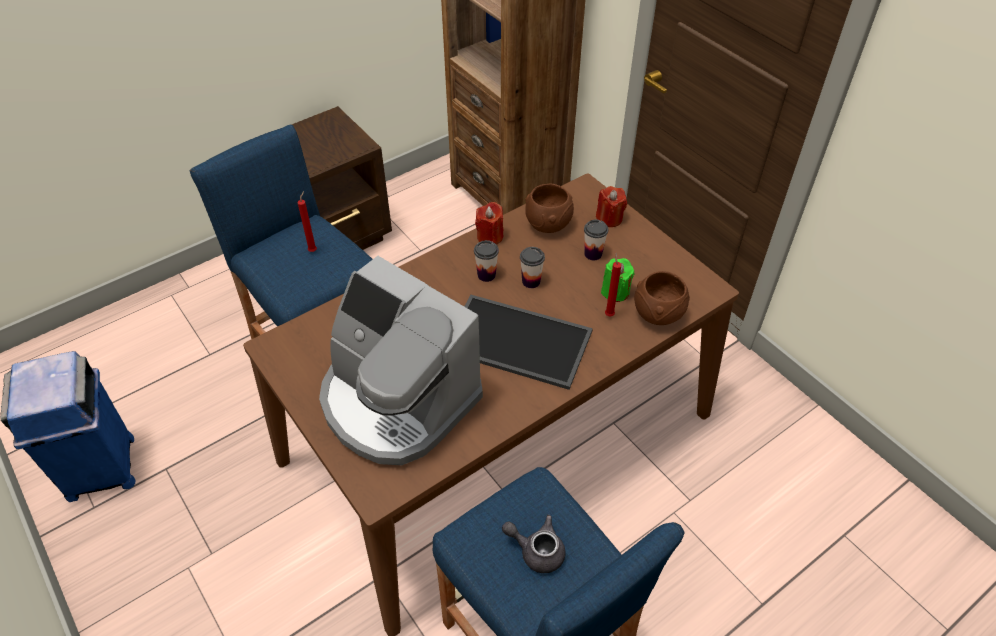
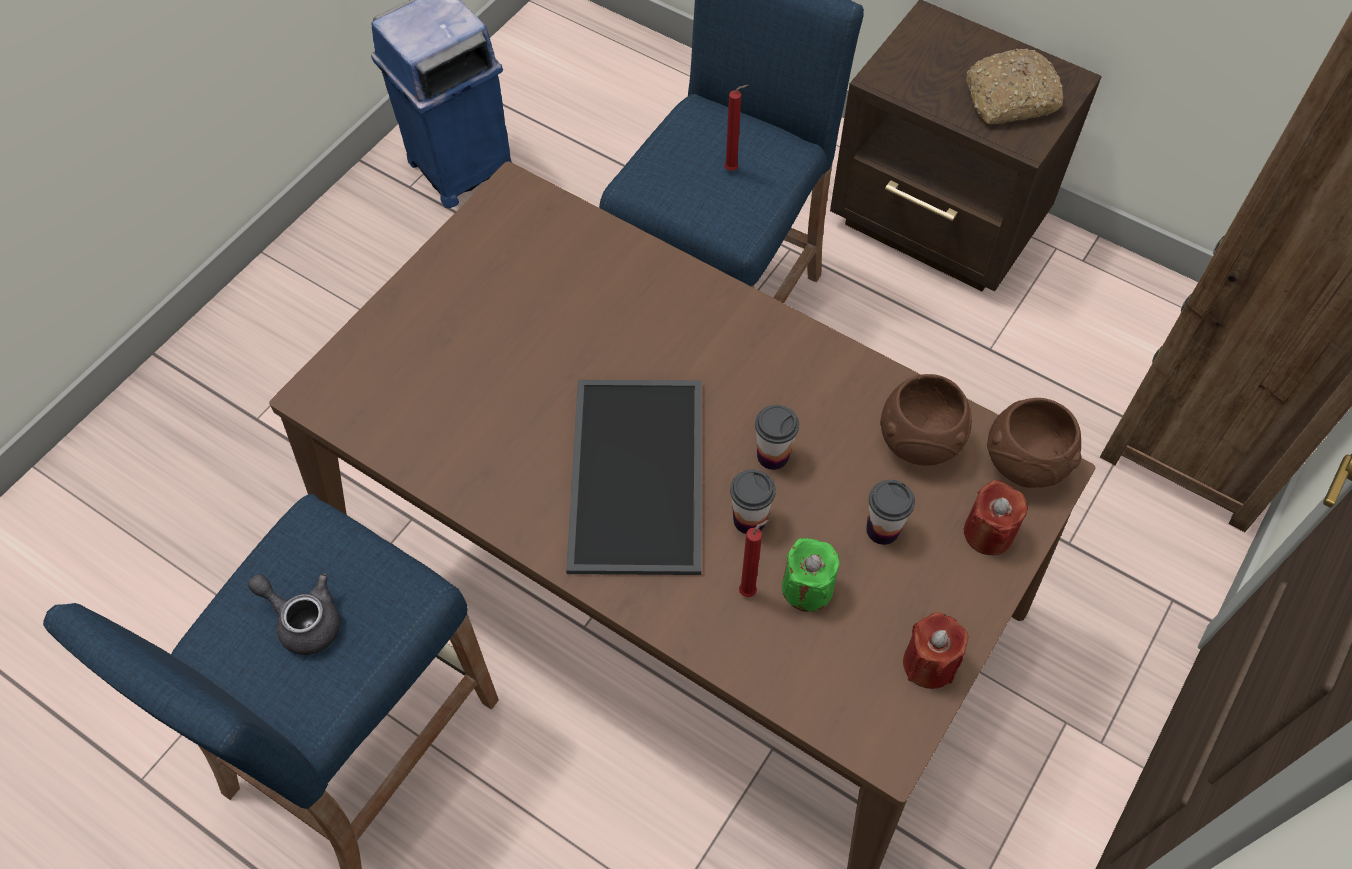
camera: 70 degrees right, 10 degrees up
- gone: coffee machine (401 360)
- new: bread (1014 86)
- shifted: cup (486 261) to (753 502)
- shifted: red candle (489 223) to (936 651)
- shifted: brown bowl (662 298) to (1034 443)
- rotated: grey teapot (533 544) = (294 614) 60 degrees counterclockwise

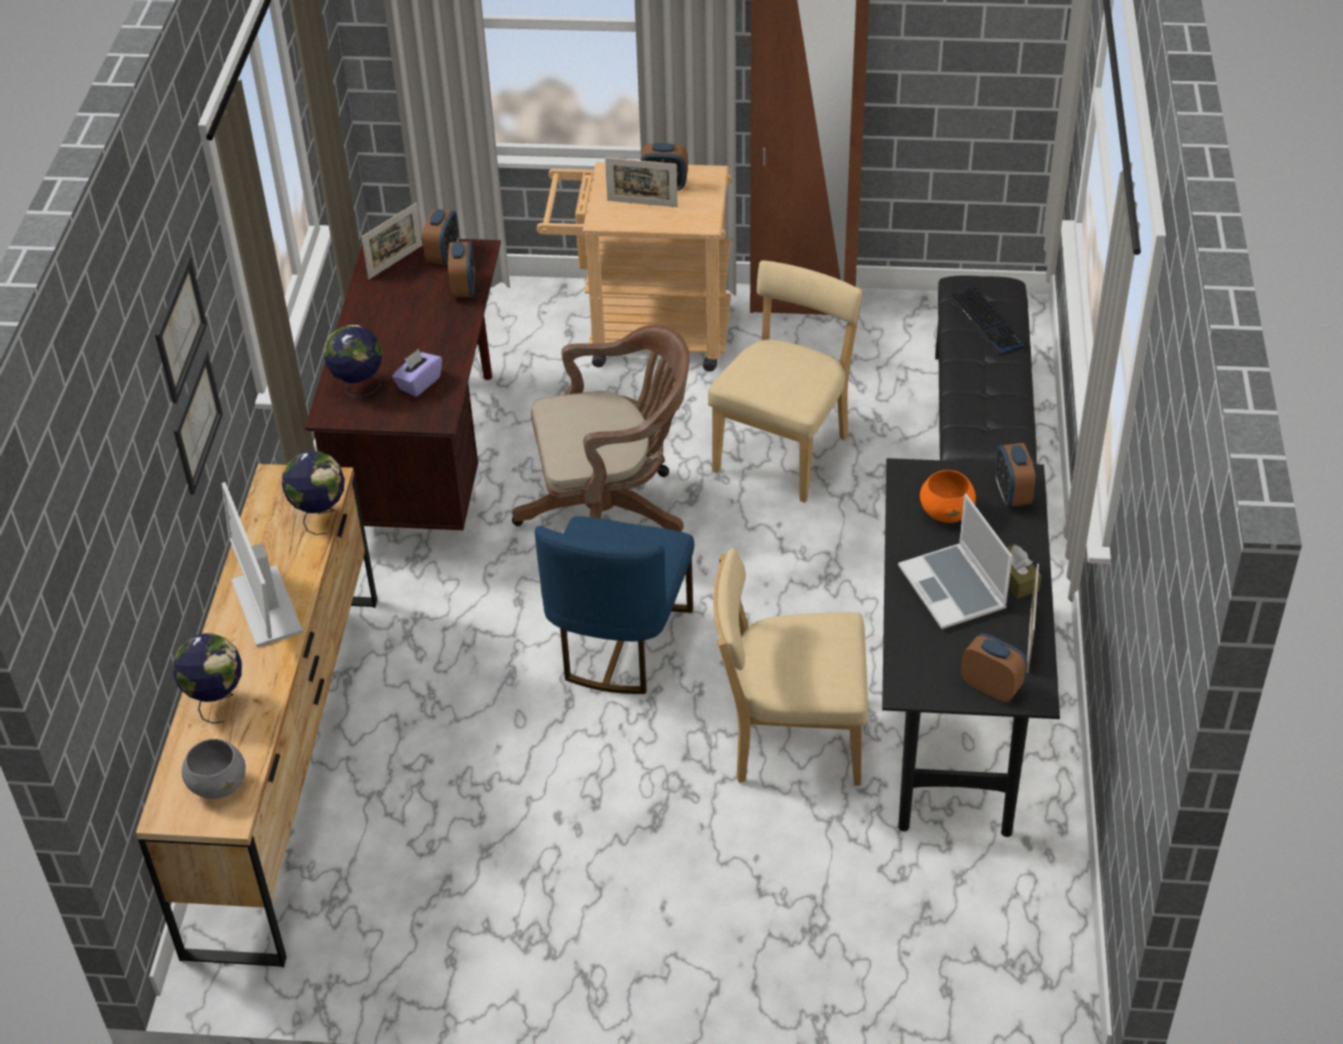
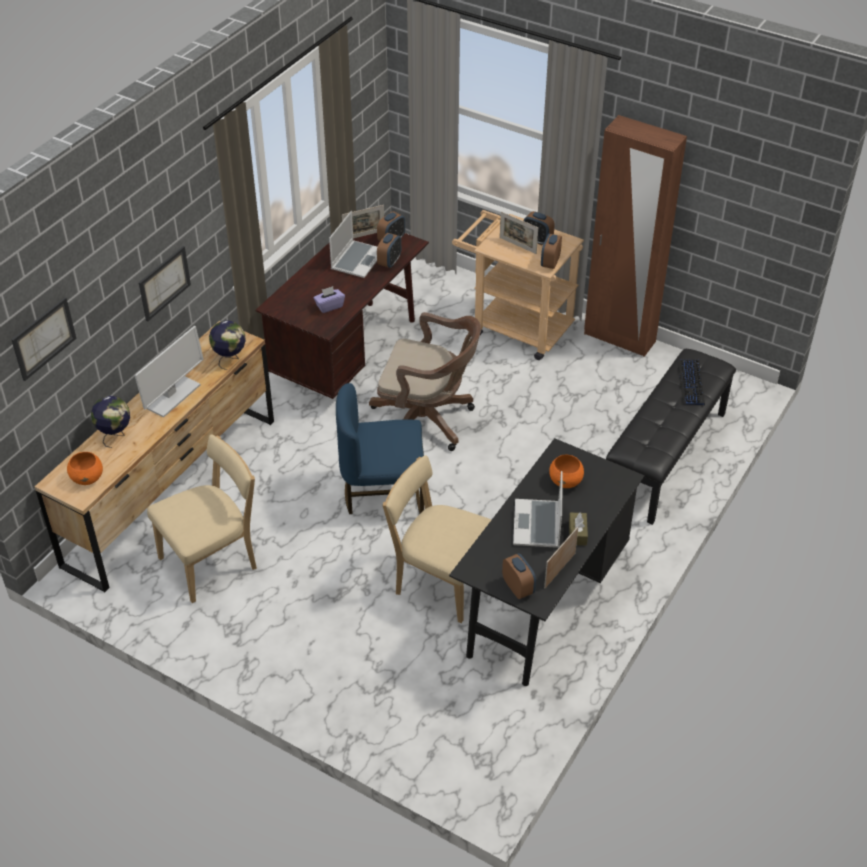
camera: 25 degrees right, 0 degrees up
- gone: globe (353 361)
- new: laptop (353 244)
- shifted: picture (181 330) to (44 339)
- shifted: beige chair (785 381) to (202 518)
- shifted: alarm clock (1015 475) to (551 251)
- repainted: grey bowl (214 769) to orange bowl (85 468)
- rotated: monitor (262 564) = (169 372) 150 degrees counterclockwise
- rotated: blue chair (614 605) = (380 448) 45 degrees clockwise

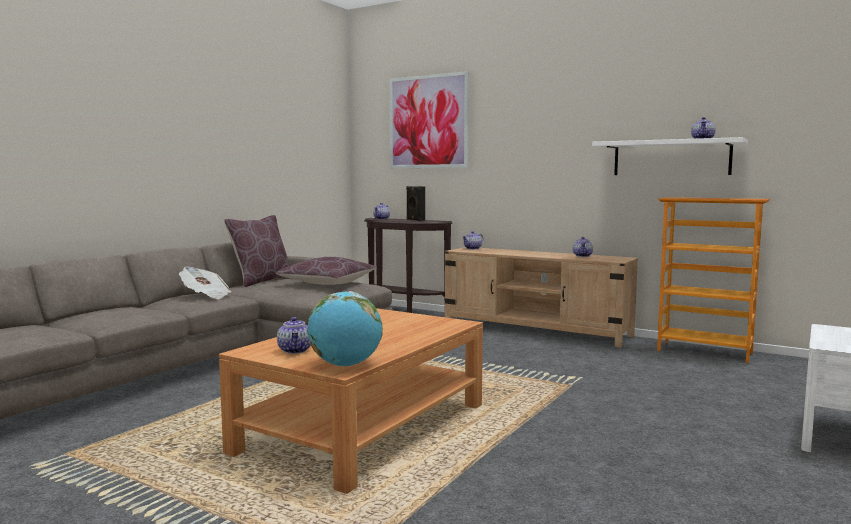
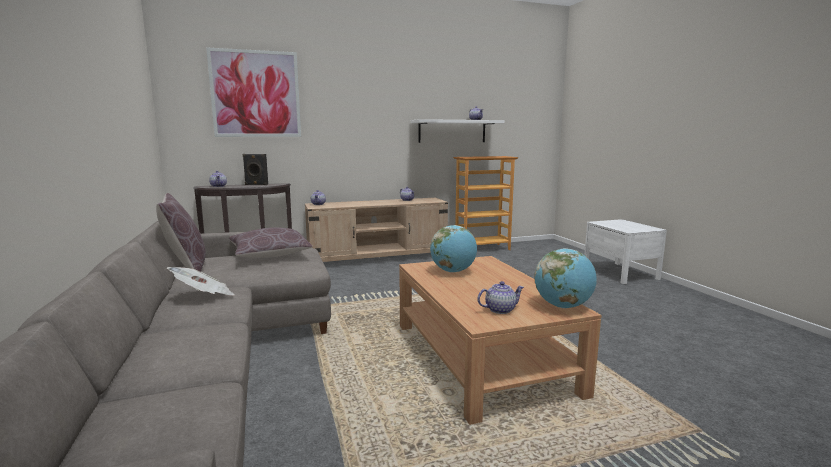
camera: 50 degrees left, 5 degrees up
- new: globe (453 249)
- rotated: teapot (294 335) = (500 297) 45 degrees counterclockwise

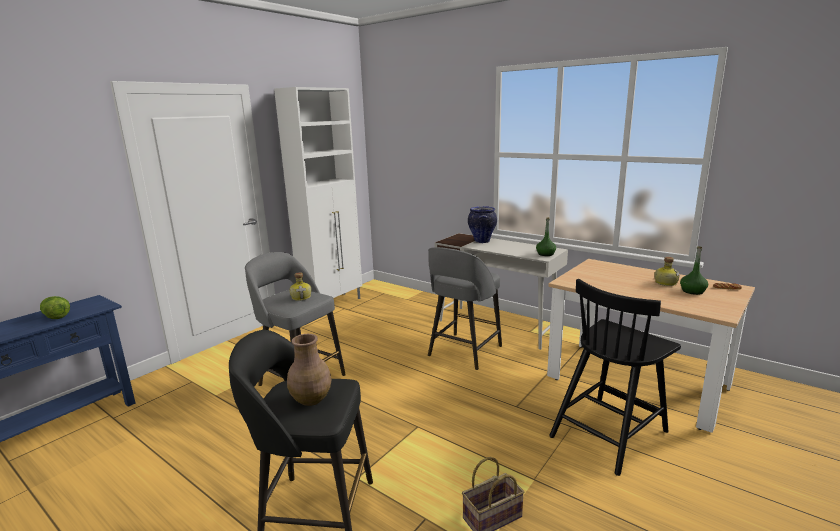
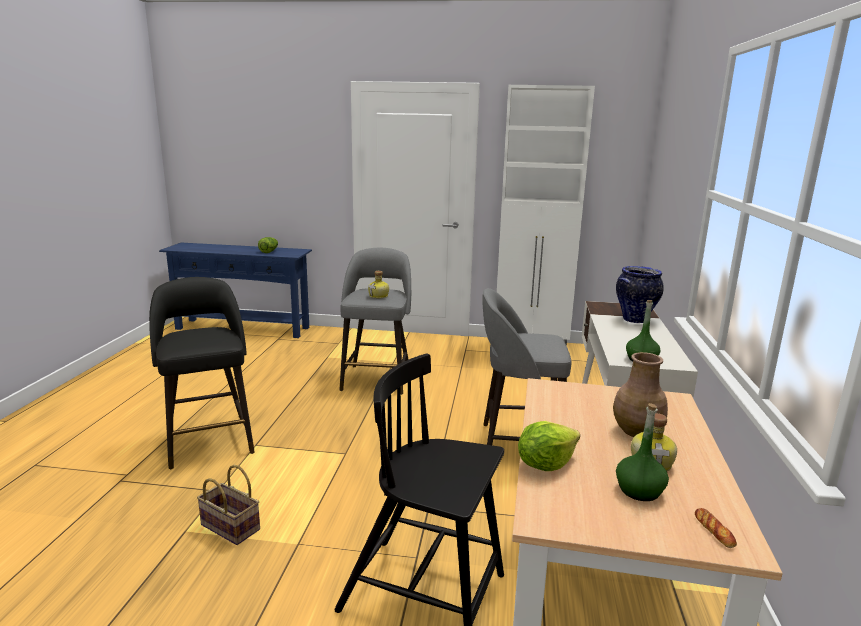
camera: 60 degrees right, 0 degrees up
- new: lettuce (549 446)
- shifted: brown vase (309 370) to (640 394)

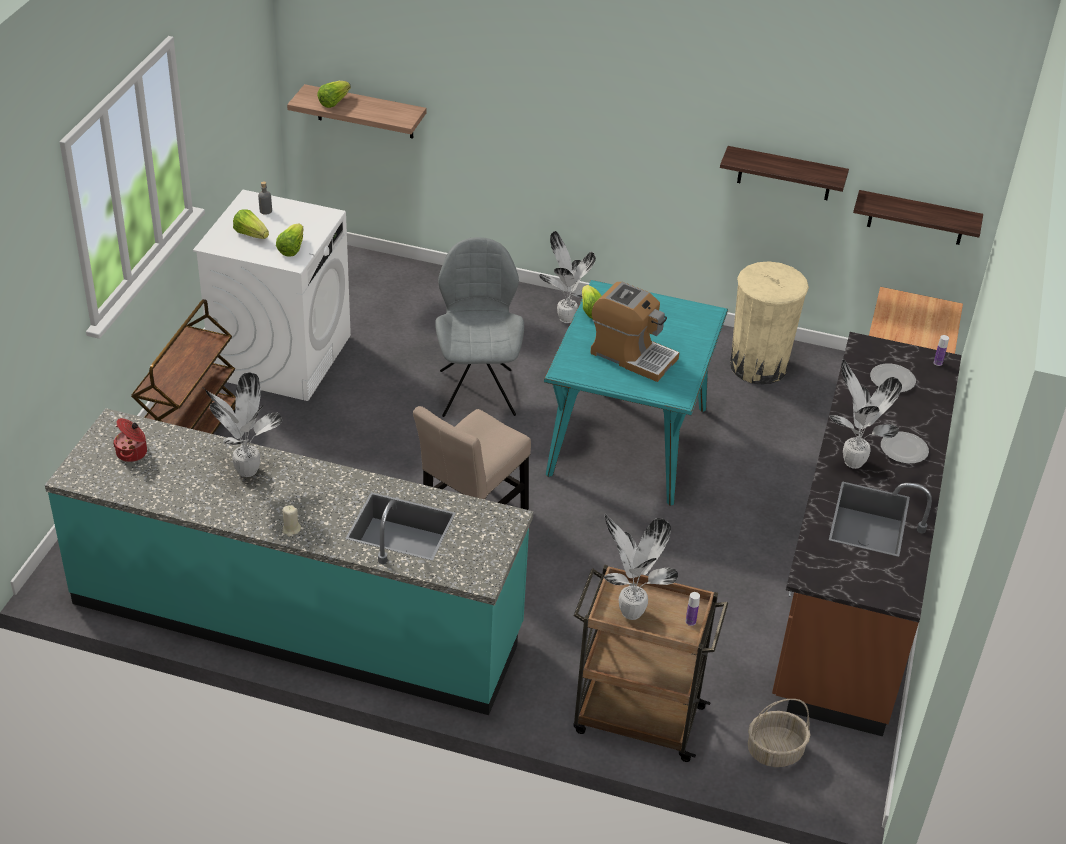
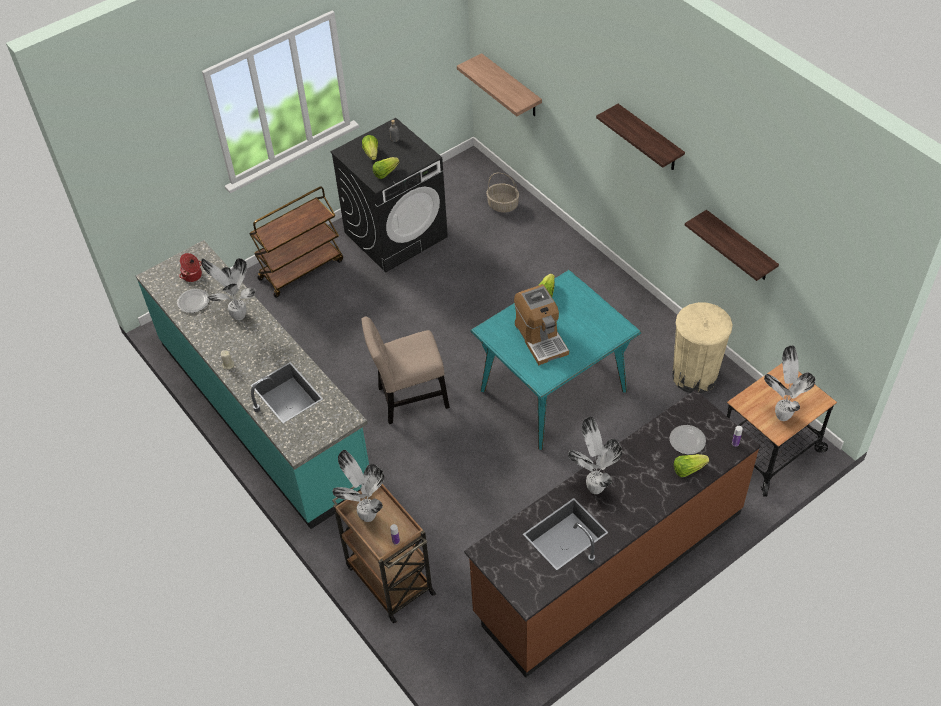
camera: 40 degrees right, 10 degrees up
- gone: grey chair (479 327)
- shifted: lettuce (334 94) to (691 465)
- shifted: potted plant (567 277) to (790 383)
- shifted: basket (779 733) to (502 193)
- shifted: shelf (918 217) to (640 137)
- shifted: plate (905 447) to (193 301)
- repainted: white washing machine (272 295) to black washing machine (389 195)

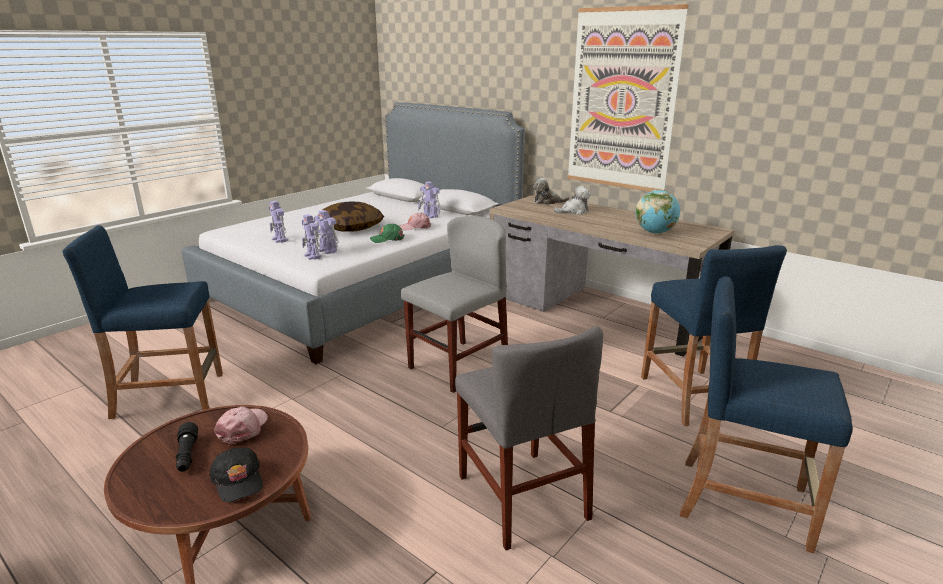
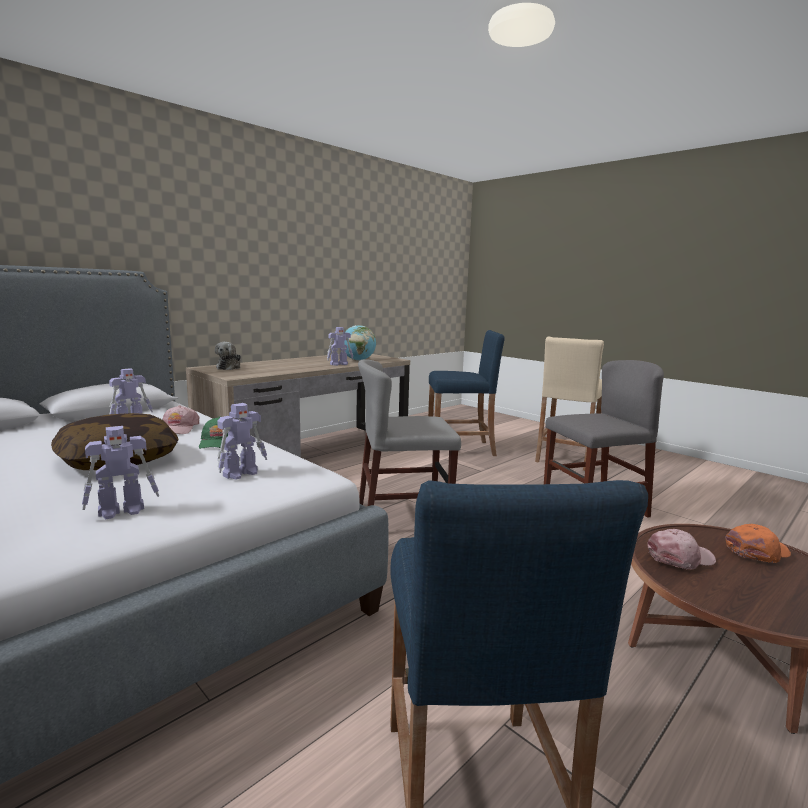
camera: 85 degrees left, 10 degrees down
- gone: black flashlight (186 447)
- gone: plush toy (572 200)
- gone: picture (628 98)
- shifted: toy robot (312 237) to (340 346)
- repainted: black cap (236 474) to orange cap (758 543)
- repainted: blue stool (766 414) to beige stool (569 404)
- rotated: pink cap (241 425) = (681 549) 150 degrees clockwise
- rotated: grey chair (454 304) = (409 432) 60 degrees counterclockwise

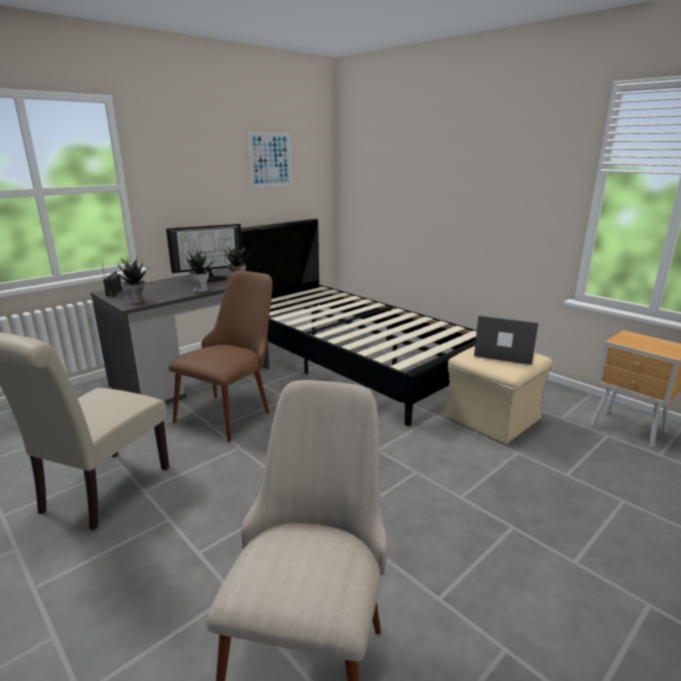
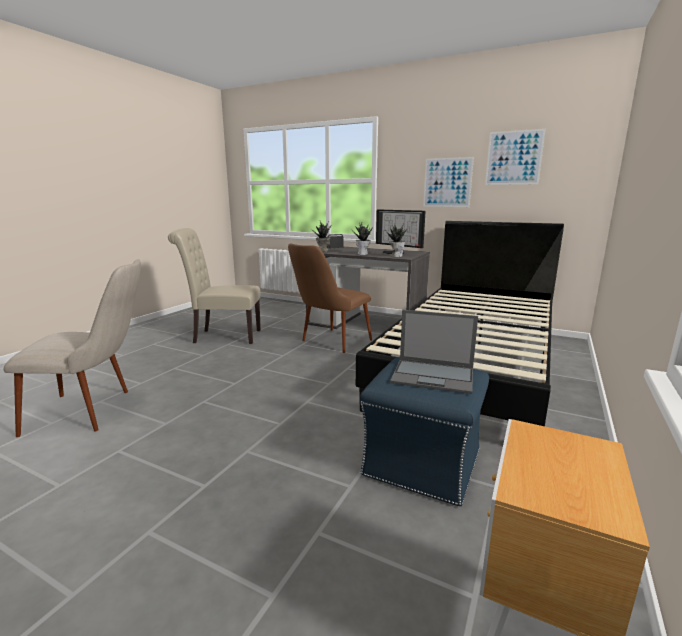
camera: 70 degrees right, 5 degrees down
- new: picture (448 182)
- repainted: beige ottoman (498 395) to blue ottoman (424 431)
- rotated: brown chair (221 356) = (330 298) 120 degrees clockwise
- rotated: laptop (506 340) = (434 352) 105 degrees clockwise

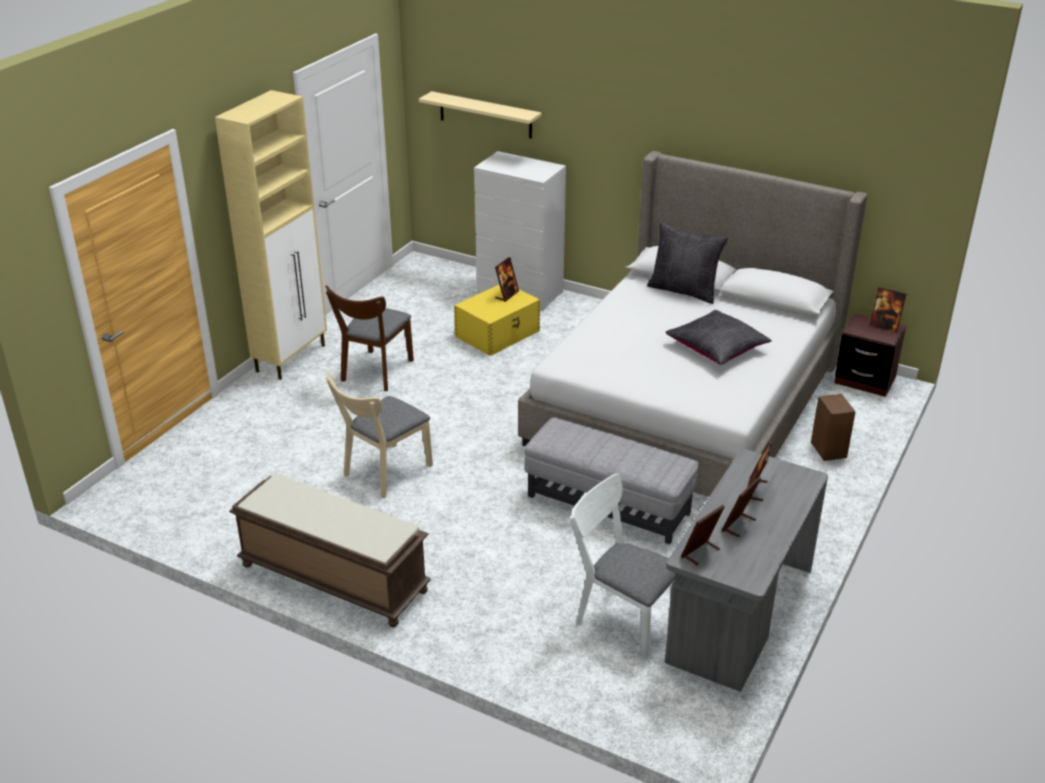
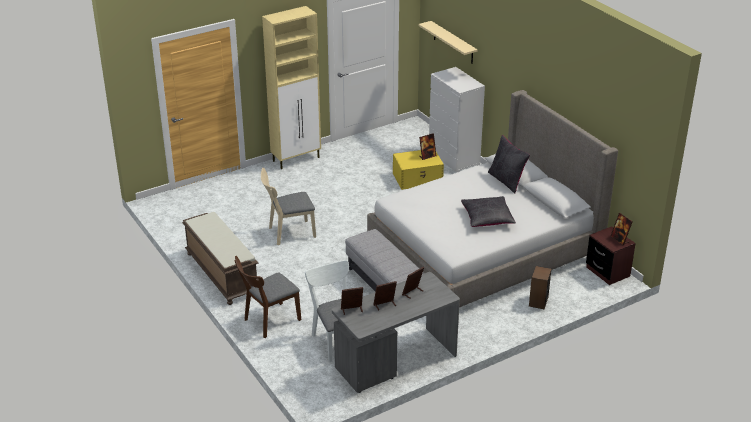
camera: 30 degrees right, 0 degrees up
- shifted: brown chair (369 338) to (267 297)

